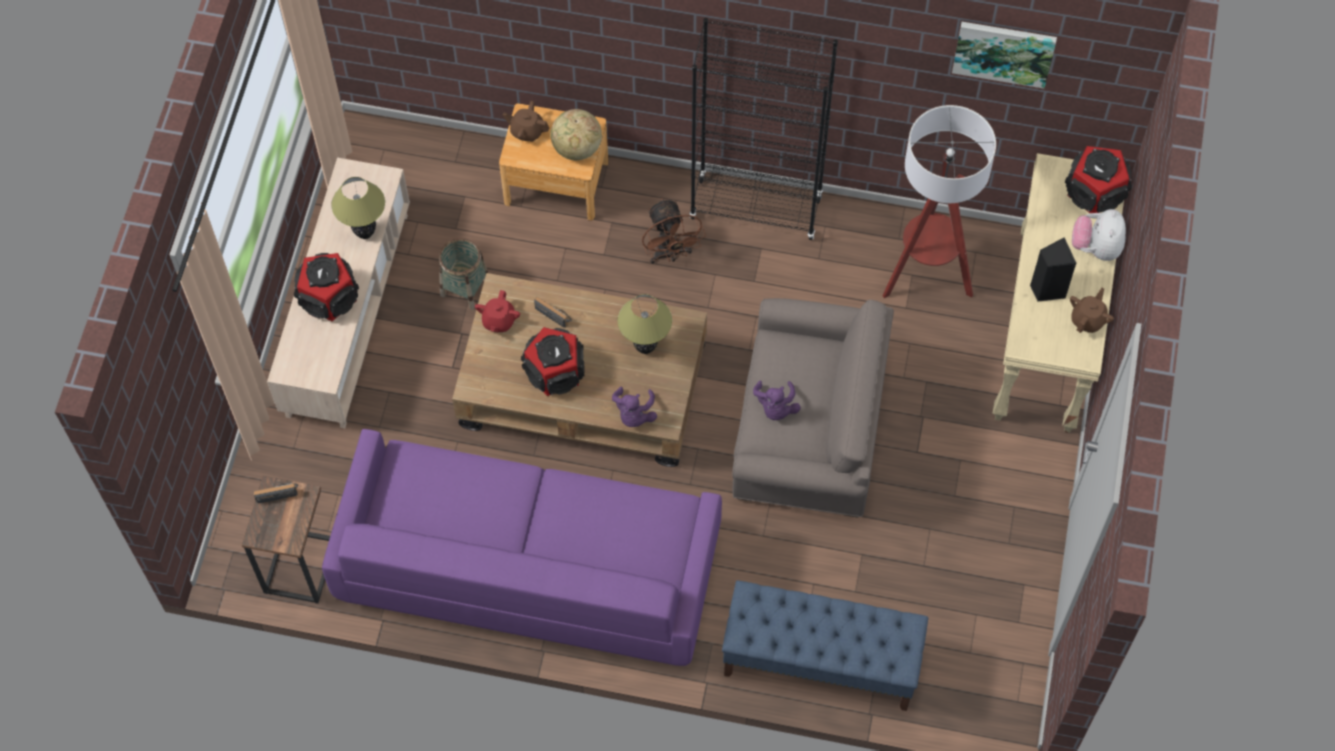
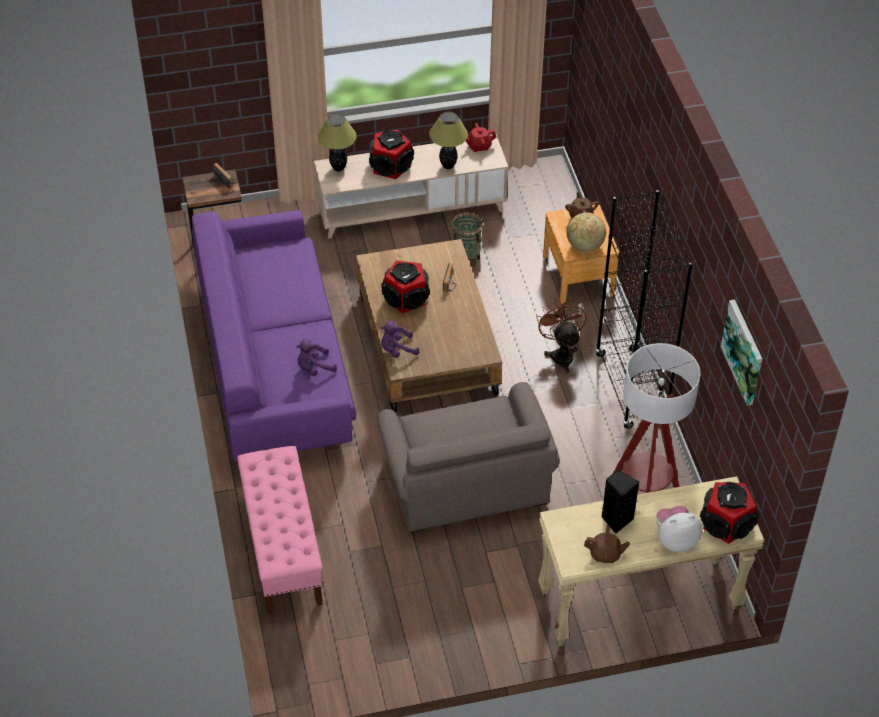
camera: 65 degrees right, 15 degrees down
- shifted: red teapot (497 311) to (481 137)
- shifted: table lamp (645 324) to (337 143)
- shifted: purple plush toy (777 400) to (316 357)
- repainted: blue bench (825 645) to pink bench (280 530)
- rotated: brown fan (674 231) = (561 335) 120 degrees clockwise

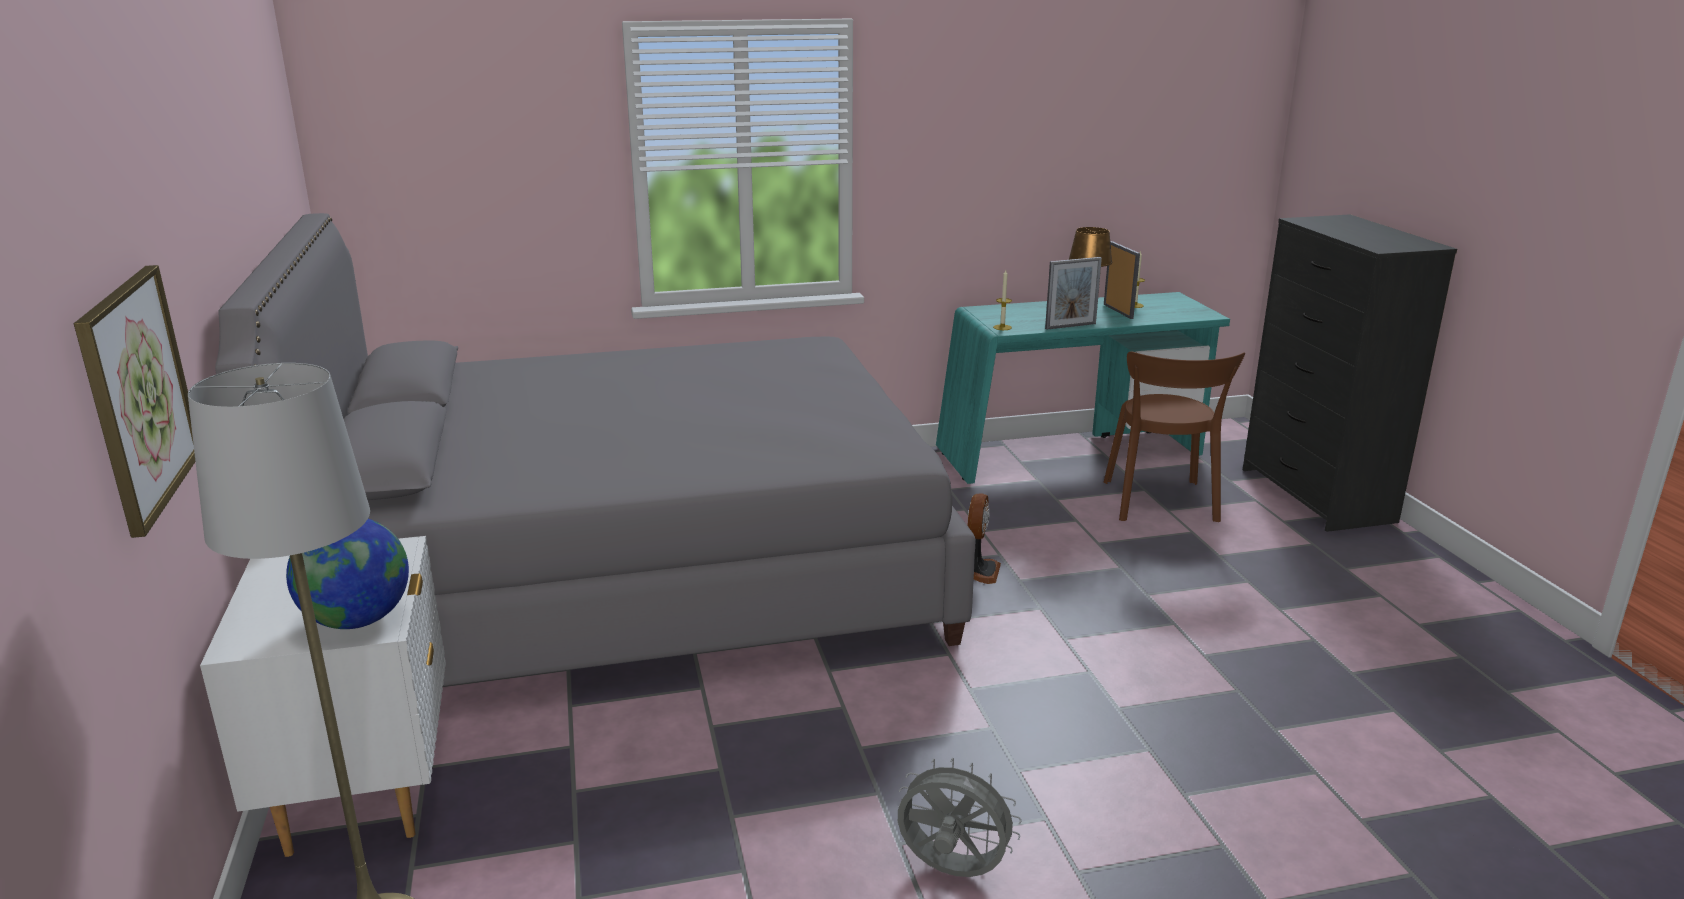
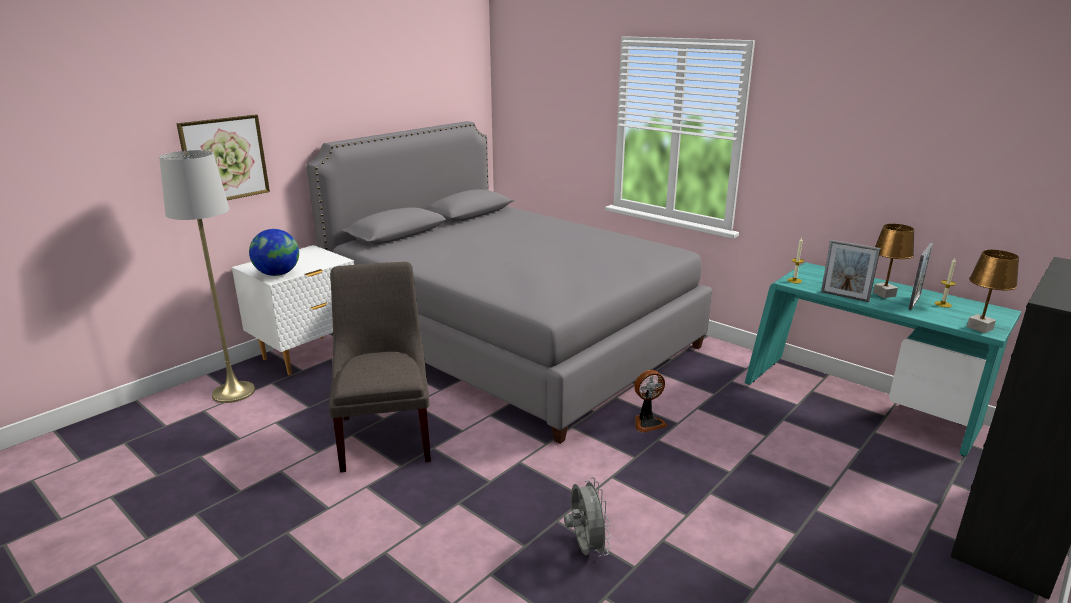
camera: 55 degrees right, 0 degrees up
- gone: brown chair (1174 436)
- new: grey chair (380 367)
- new: brown table lamp (993 291)
- shifted: grey fan (960 817) to (587 517)

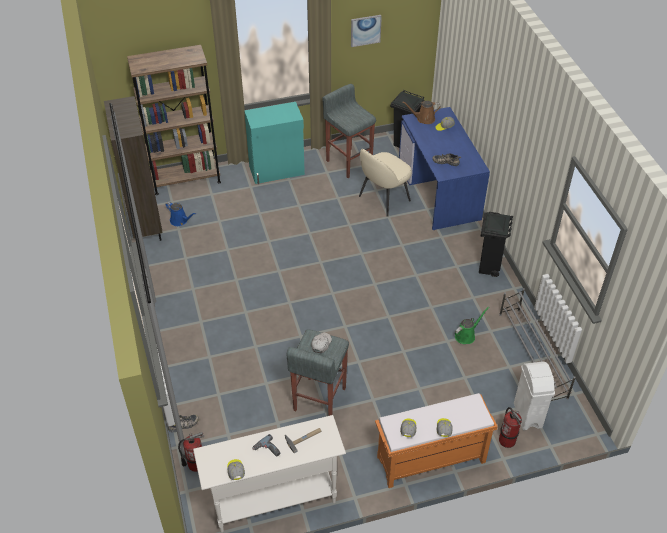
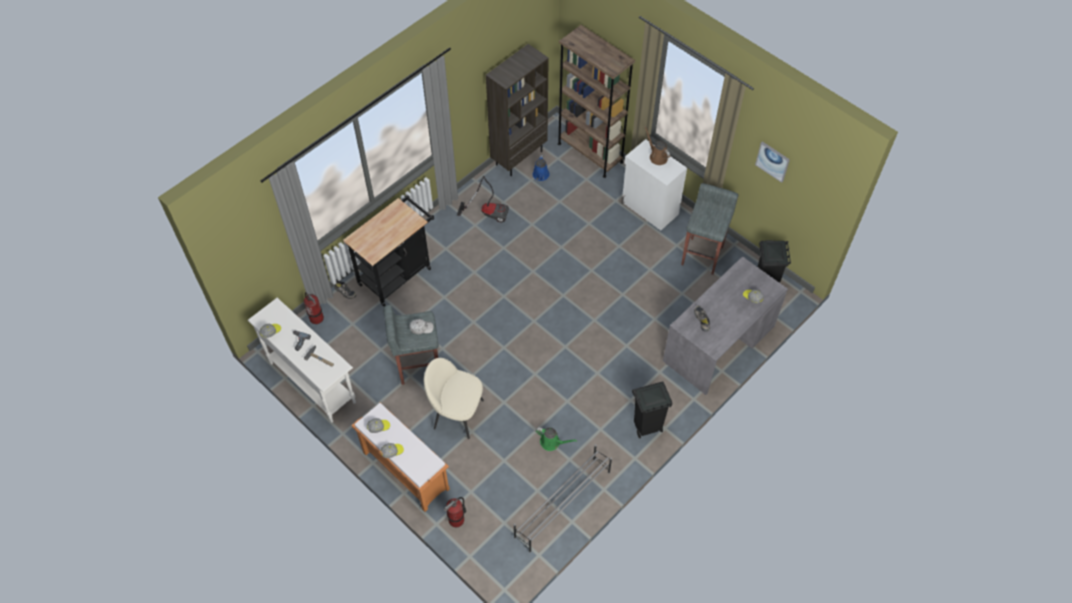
camera: 60 degrees right, 10 degrees up
- gone: white trash can (534 395)
- new: black cart (388 251)
- new: vacuum cleaner (483 199)
- shifted: beige chair (385 183) to (454 398)
- shifted: brown watering can (421 112) to (657 145)
- repainted: turquoise cabinet (274 143) to white cabinet (654 184)
- repainted: blue desk (444 168) to grey desk (725 325)

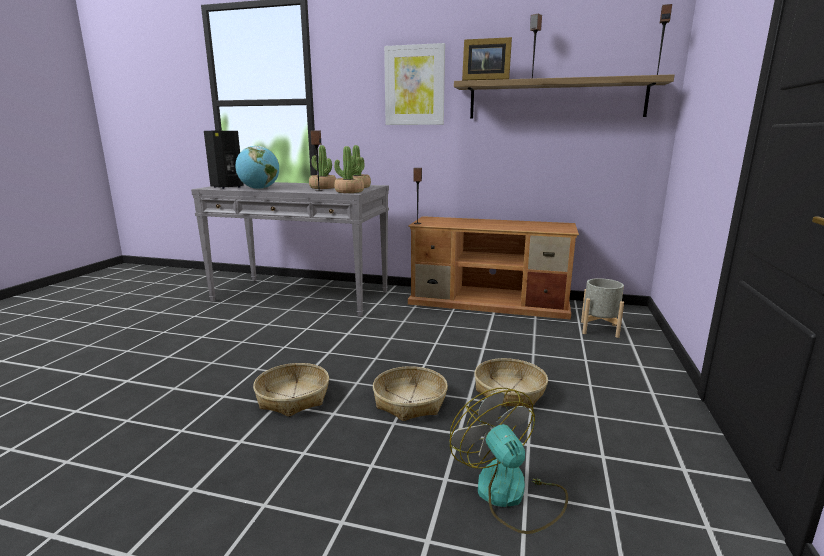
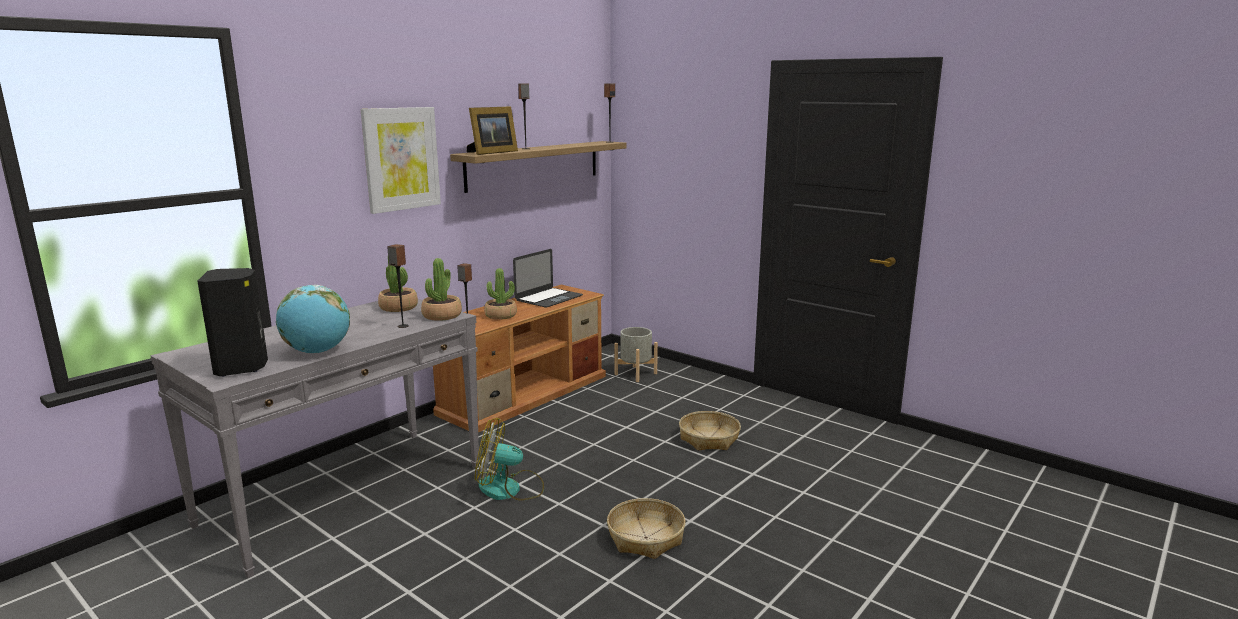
camera: 65 degrees left, 0 degrees up
- gone: basket (410 393)
- new: laptop (548 278)
- shifted: potted plant (322 167) to (500 294)
- shifted: fan (509 461) to (509 459)

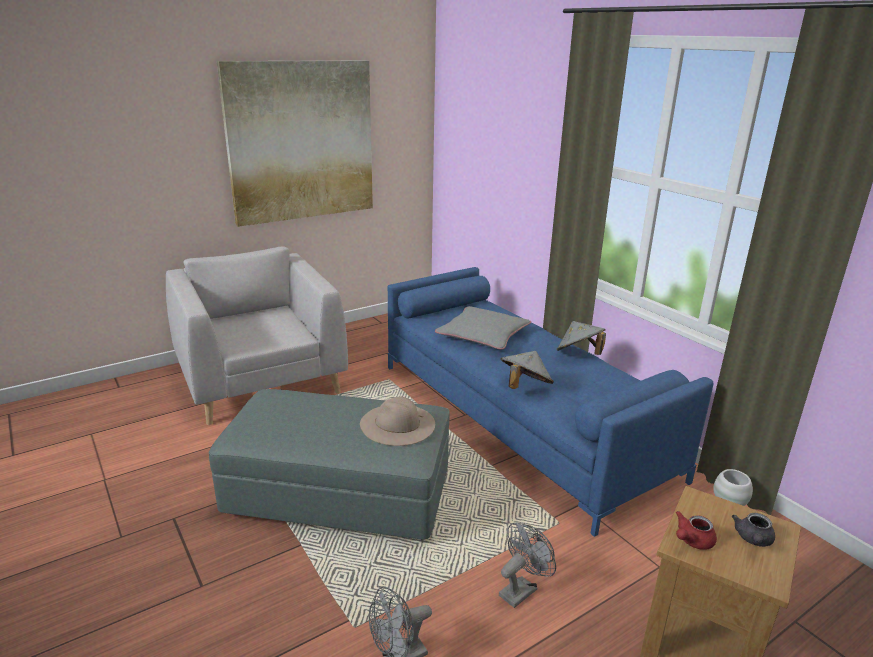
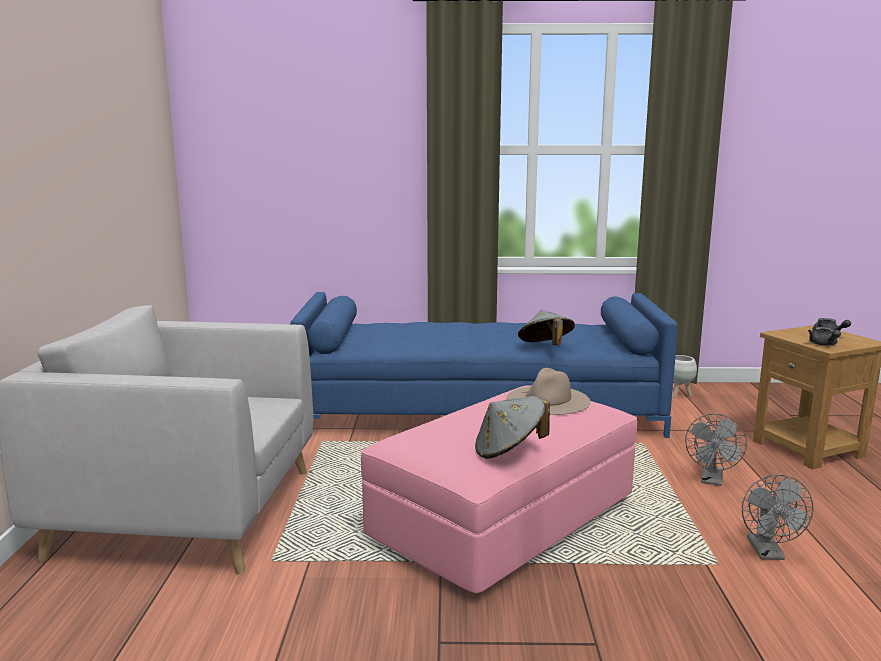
camera: 55 degrees left, 10 degrees down
- gone: picture (295 144)
- gone: grey pillow (483 328)
- shifted: grey hat (581 338) to (512 427)
- repainted: grey ottoman (329 464) to pink ottoman (499 489)
- repainted: red teapot (696 530) to grey teapot (824 336)
- rotated: grey fan (527 565) = (716 449) 150 degrees counterclockwise

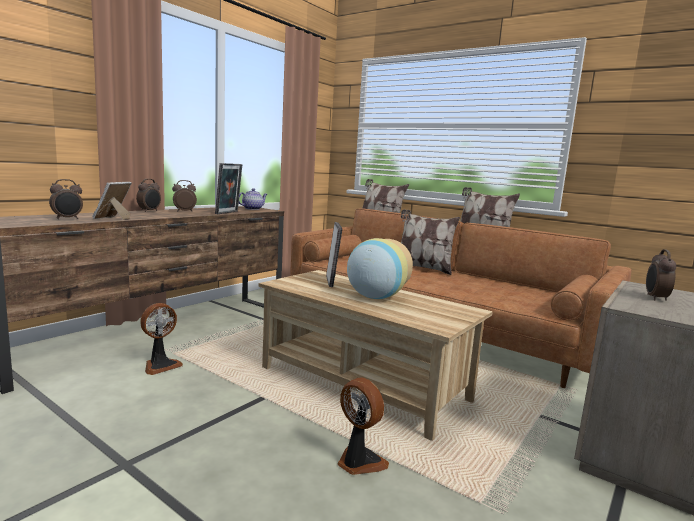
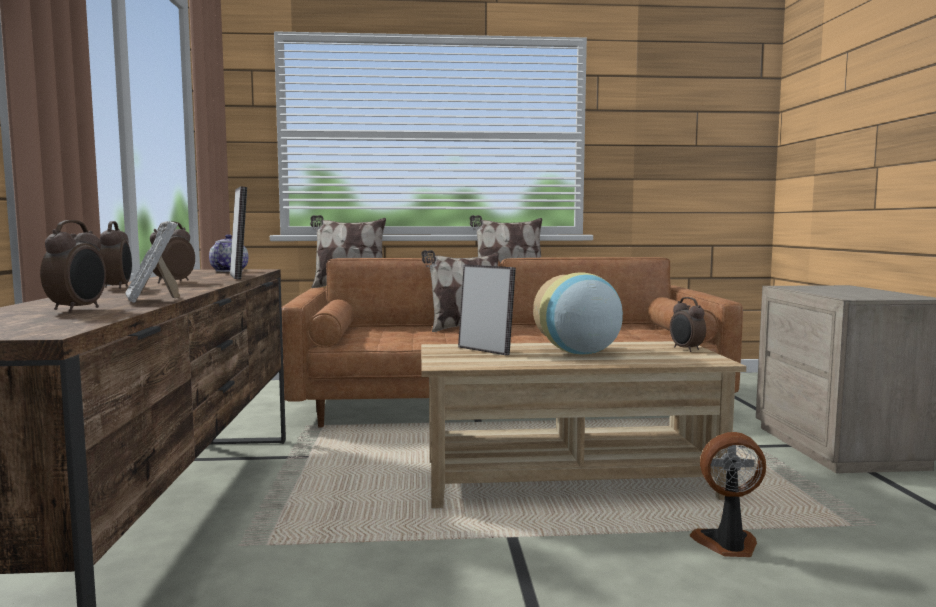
camera: 40 degrees left, 5 degrees down
- gone: fan (161 339)
- shifted: alarm clock (661 275) to (688 324)

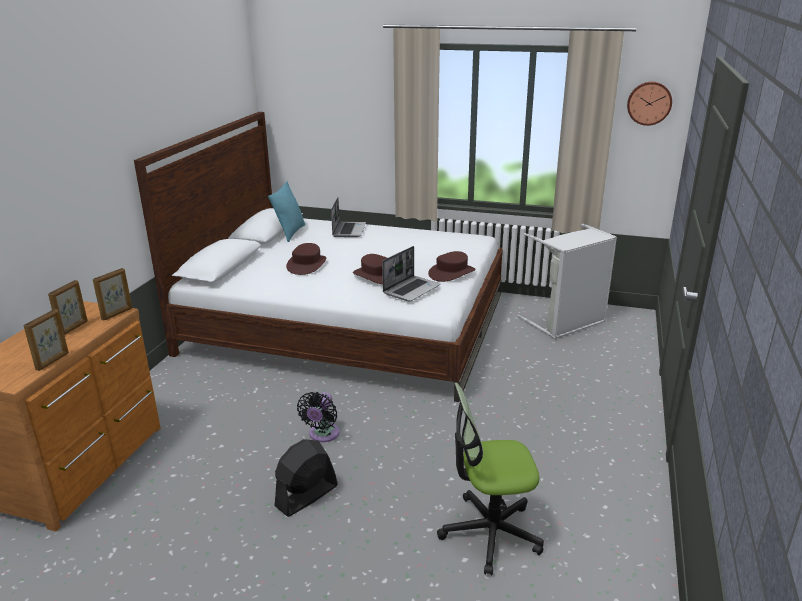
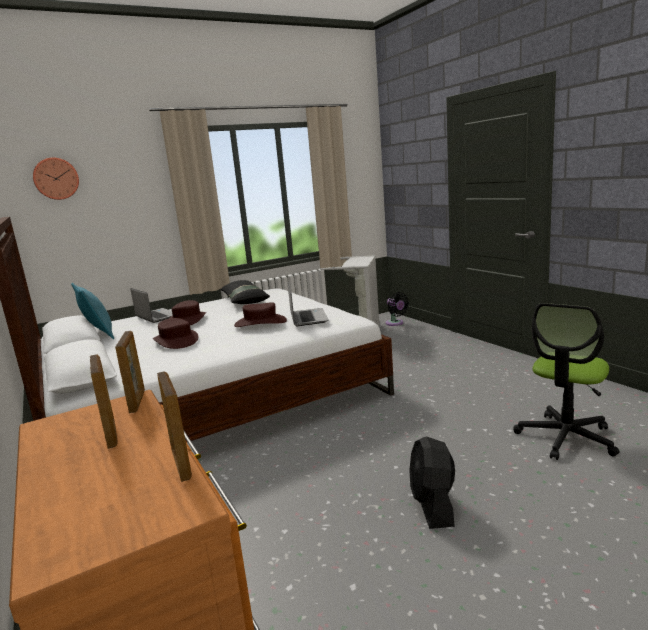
camera: 45 degrees left, 10 degrees down
- new: black pillow (245 292)
- shifted: black fan (318 417) to (397 309)
- shifted: brown hat (451 266) to (187 312)
- shifted: wall clock (649 104) to (56 179)

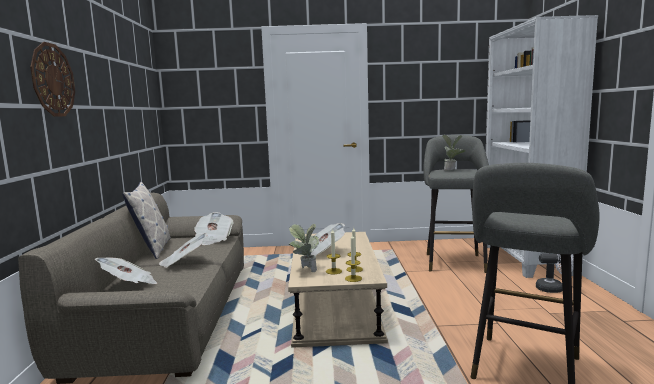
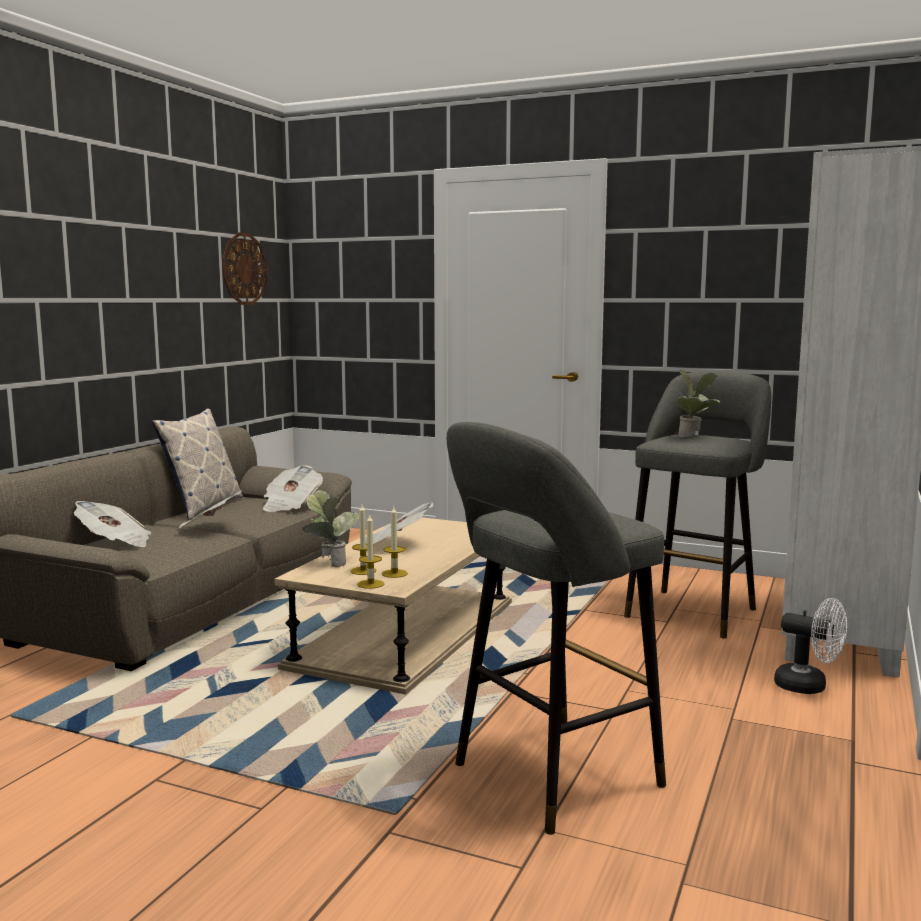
camera: 25 degrees right, 0 degrees up
- shifted: wall clock (52 79) to (245 268)

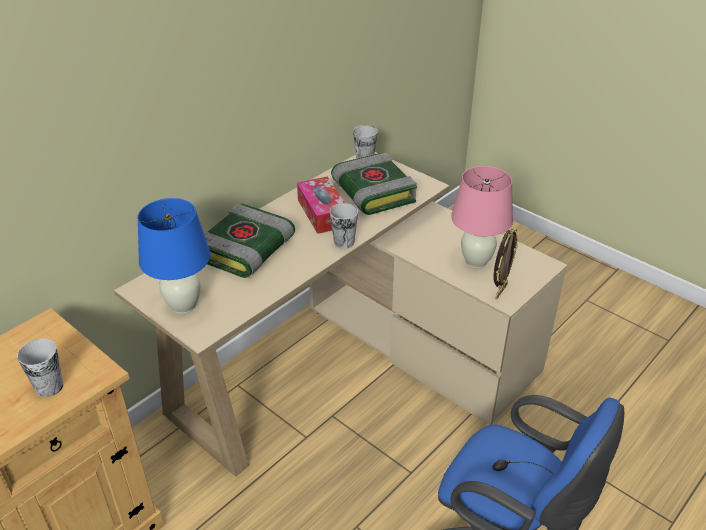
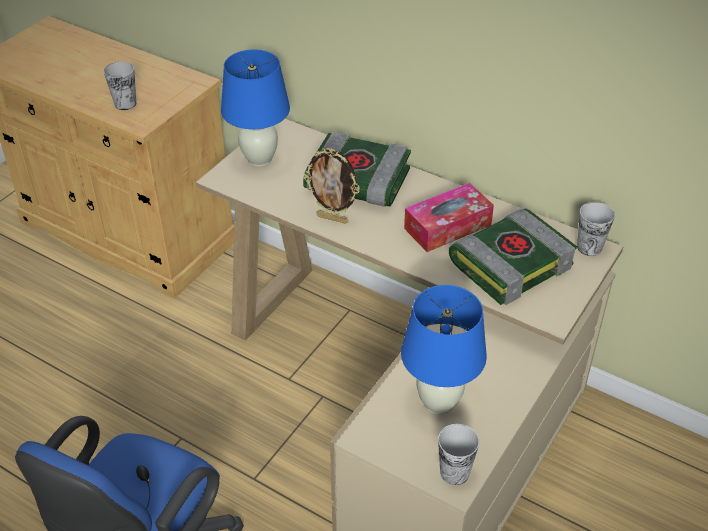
camera: 80 degrees right, 5 degrees up
- shifted: cup (344 226) to (458 454)
- shifted: picture frame (505 263) to (332 186)
- repainted: pink table lamp (482 217) to blue table lamp (444 350)

